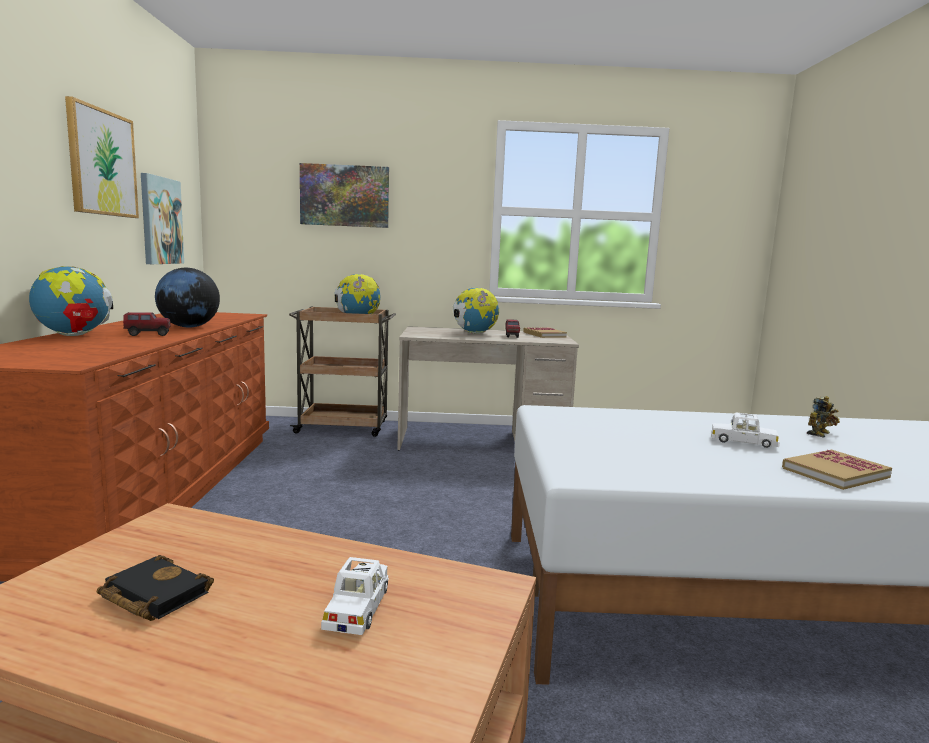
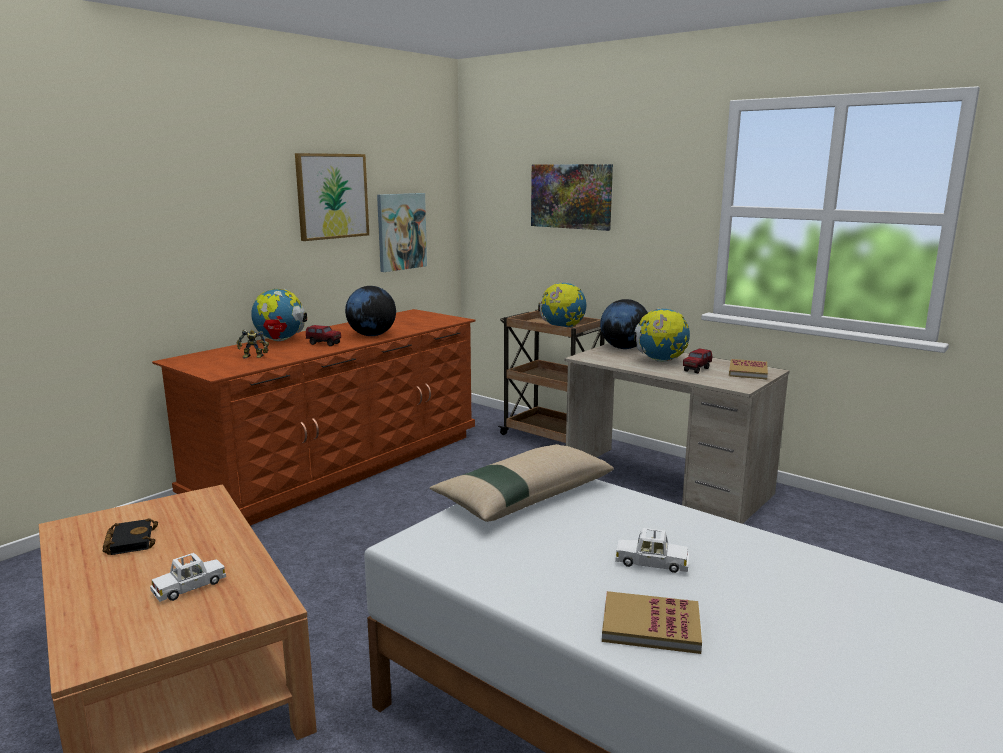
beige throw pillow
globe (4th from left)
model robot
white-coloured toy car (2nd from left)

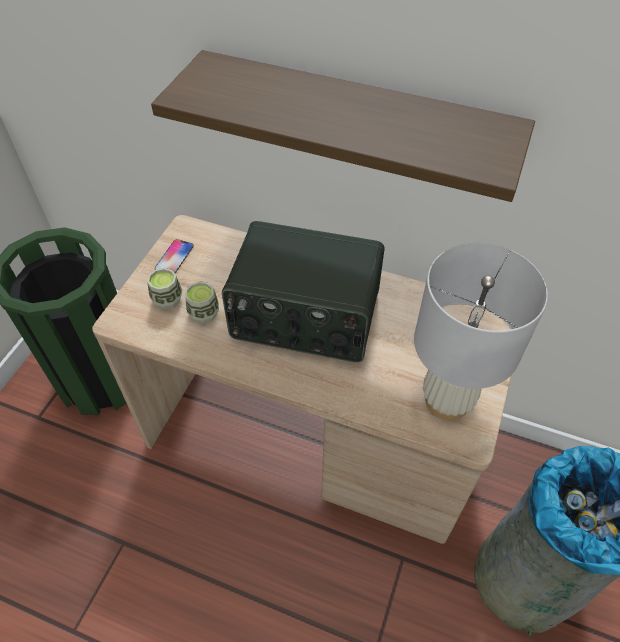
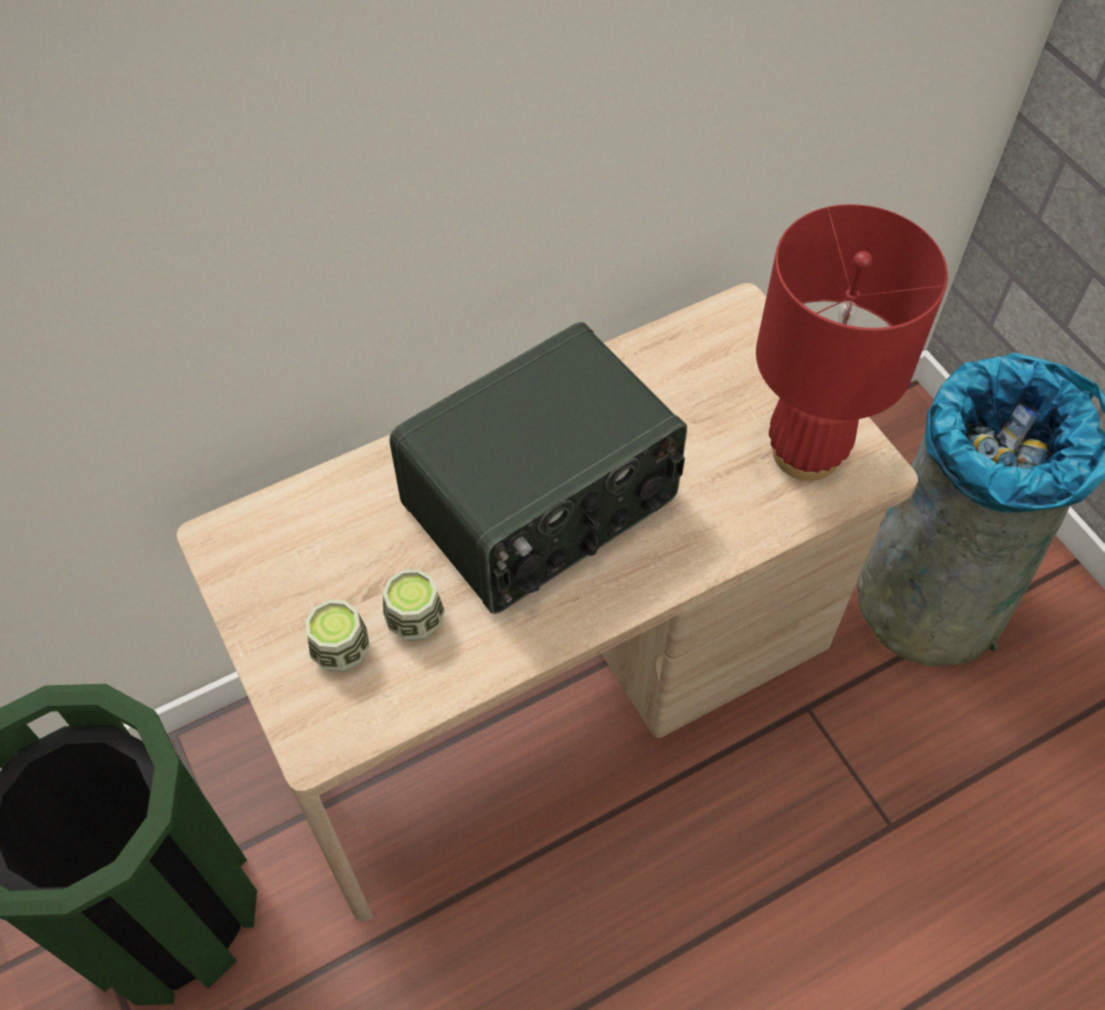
shelf
handset
reddish tabletop lamp

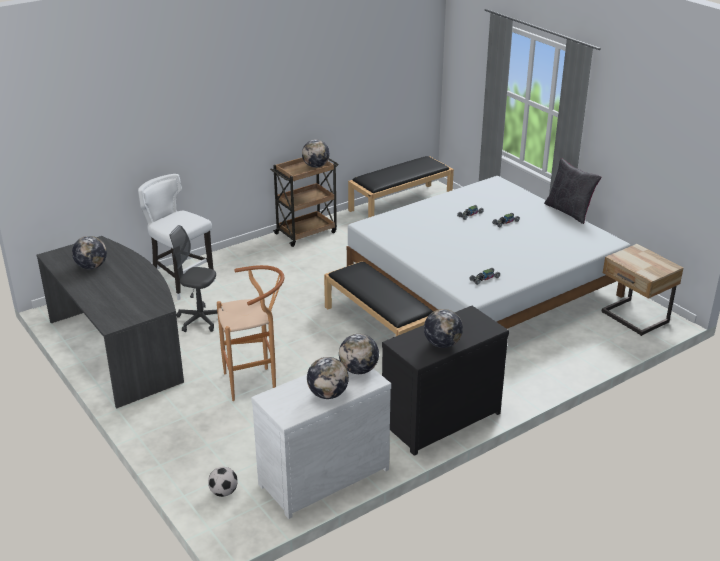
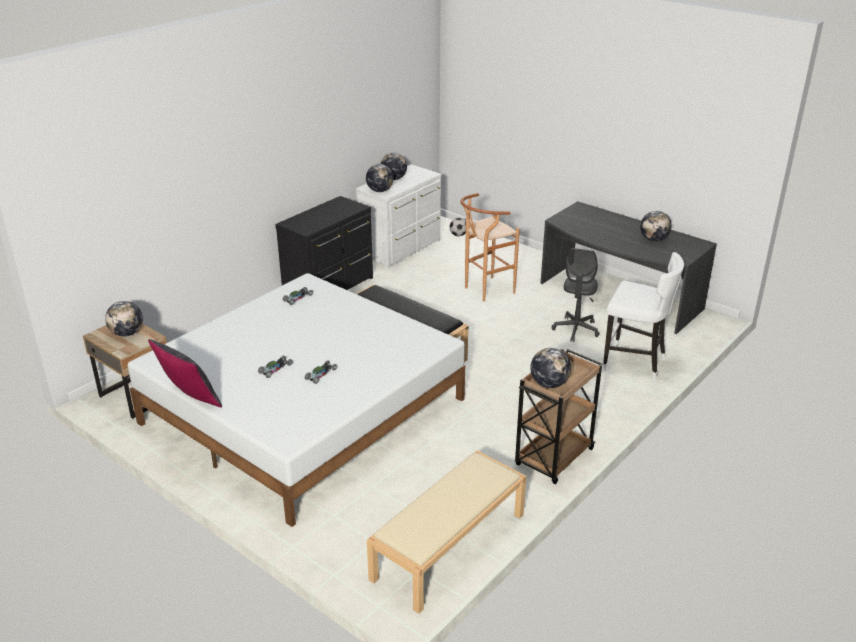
globe (1st from left)
beige indoor bench
greyish office chair

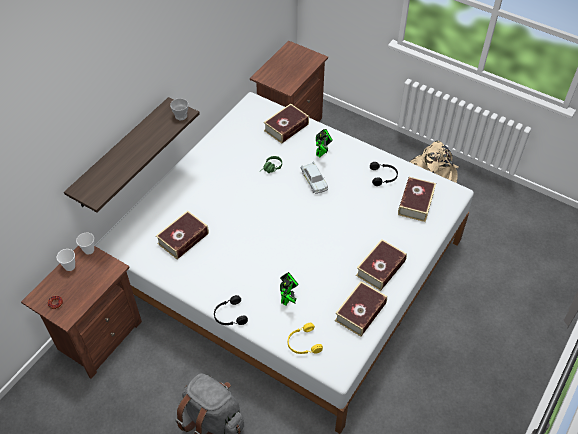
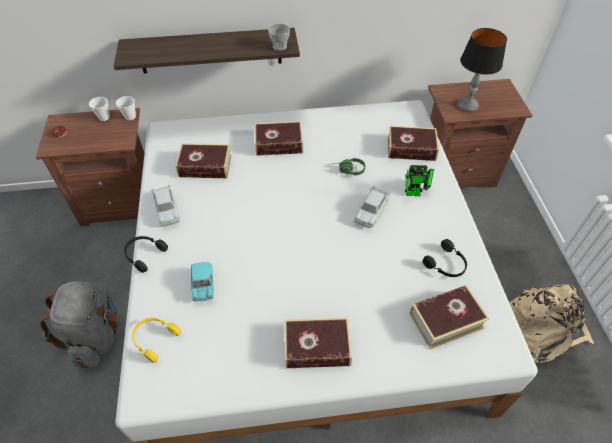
white-coloured toy car (1st from left)
tabletop lamp
bound book (2nd from left)
turquoise toy car

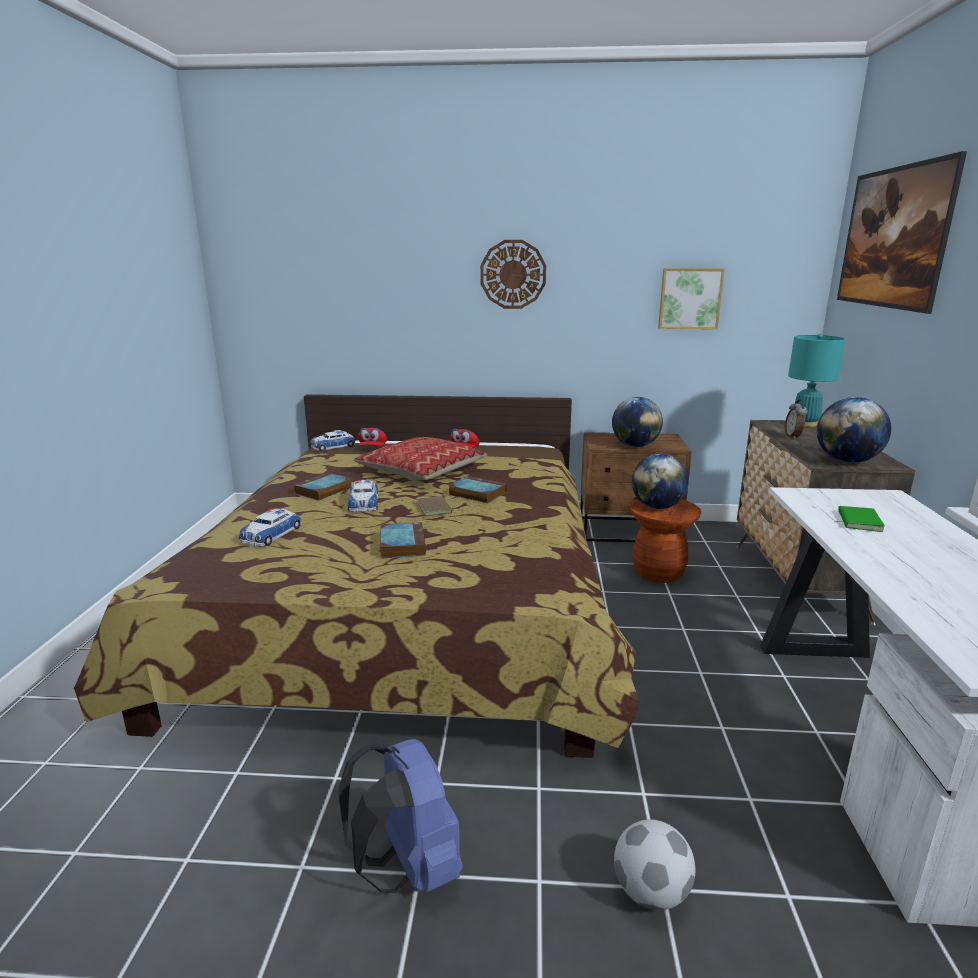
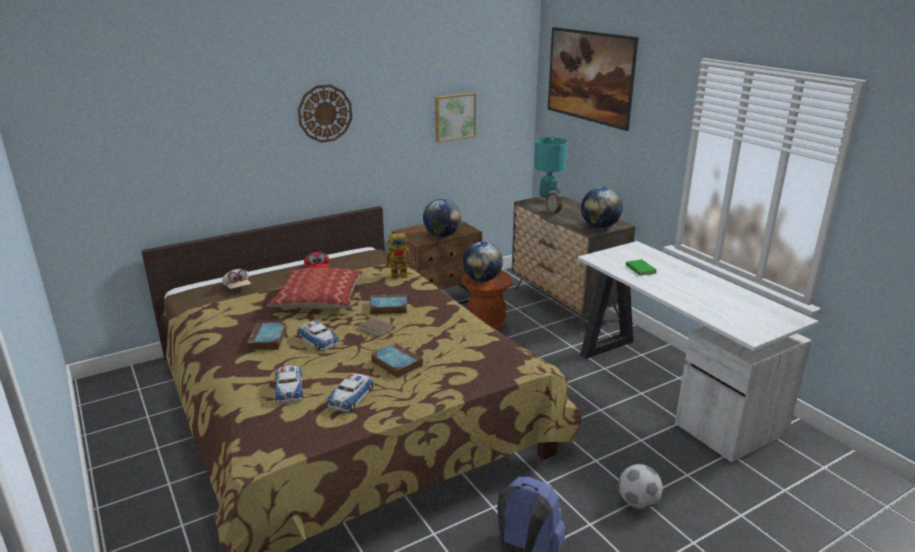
model robot
toy car (3rd from left)
beige peaked cap

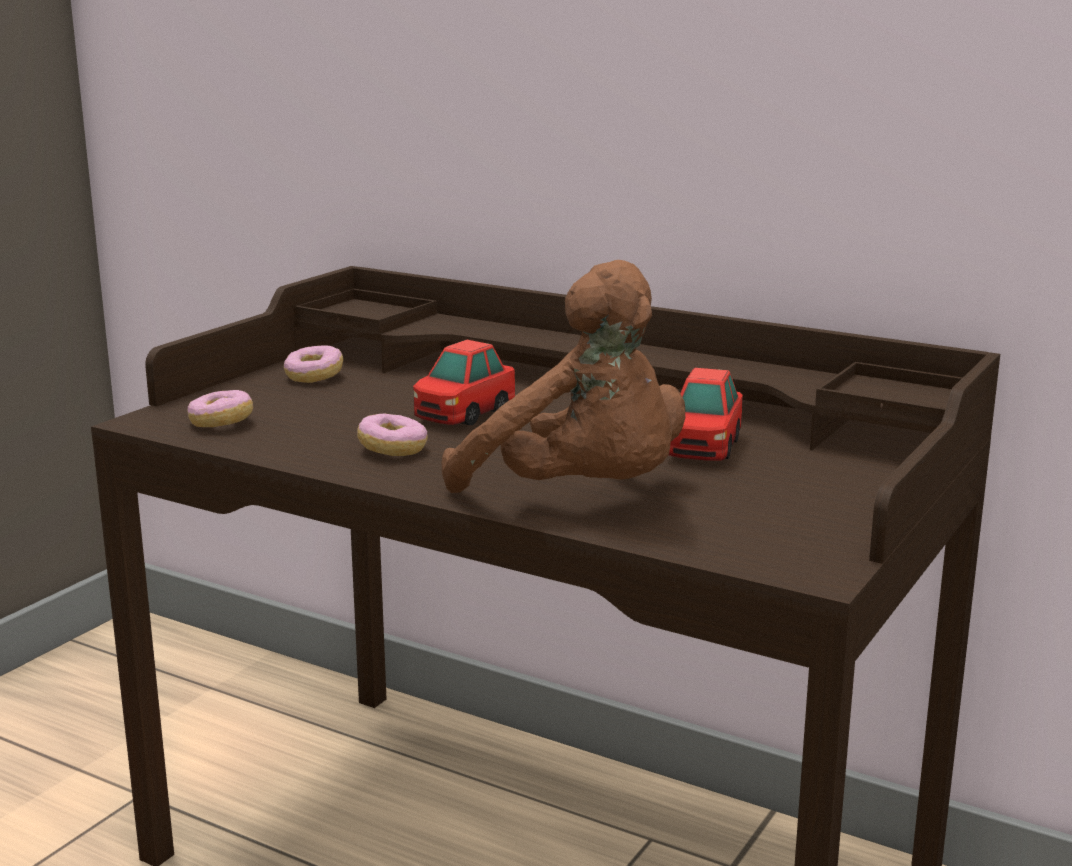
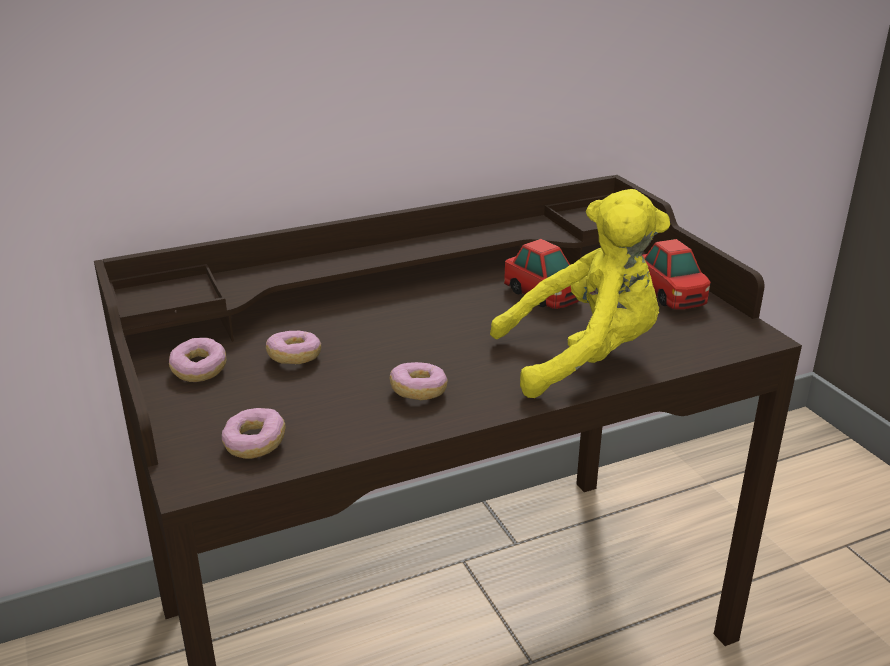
ring doughnut (3rd from left)
toy car (2nd from left)
yellowish cuddly toy

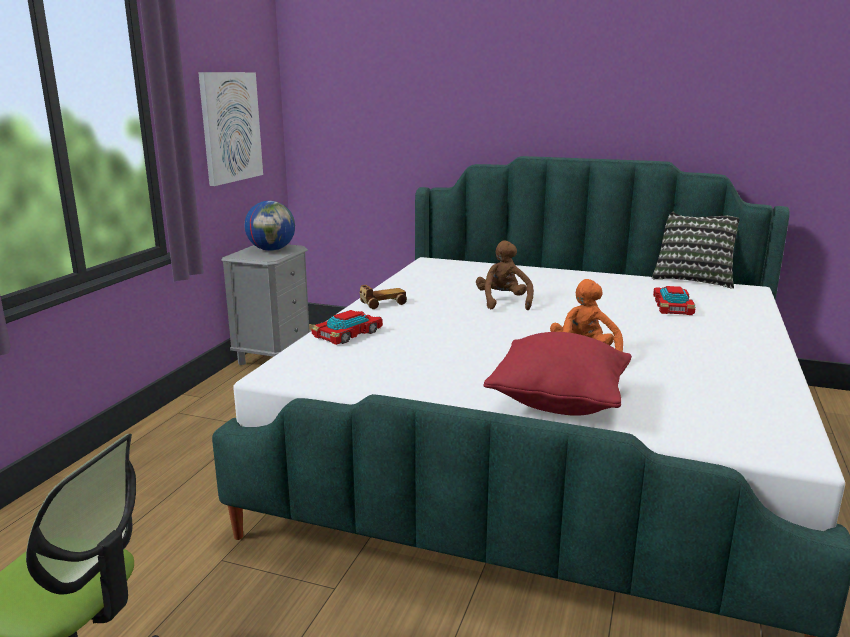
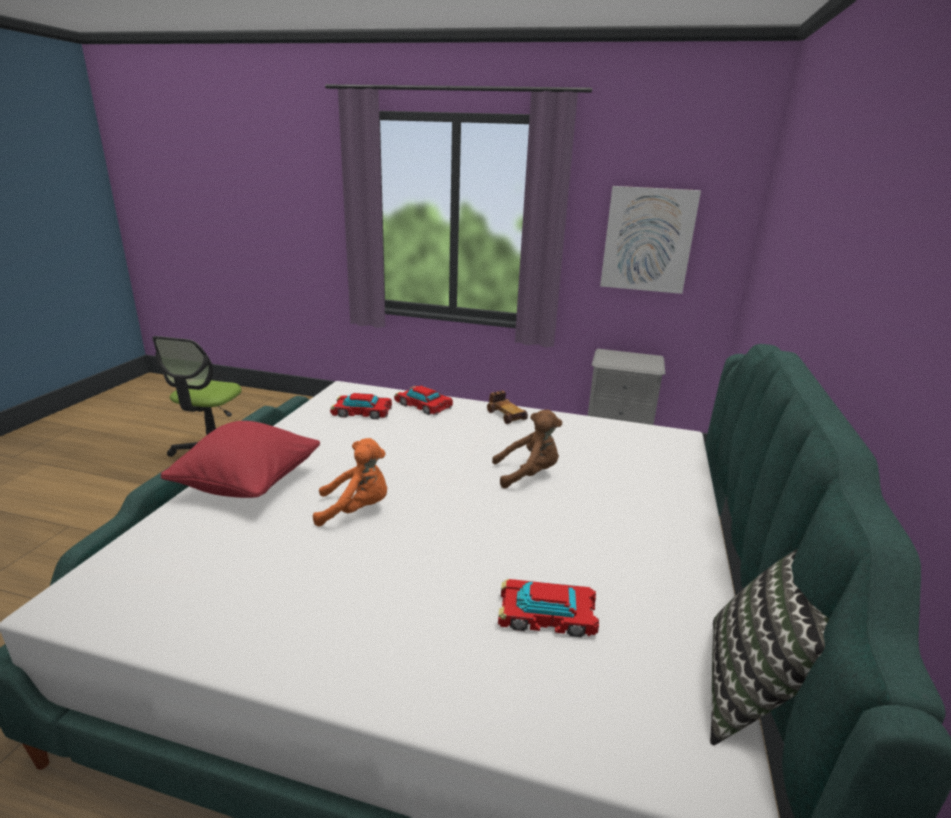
globe
toy car (1st from left)

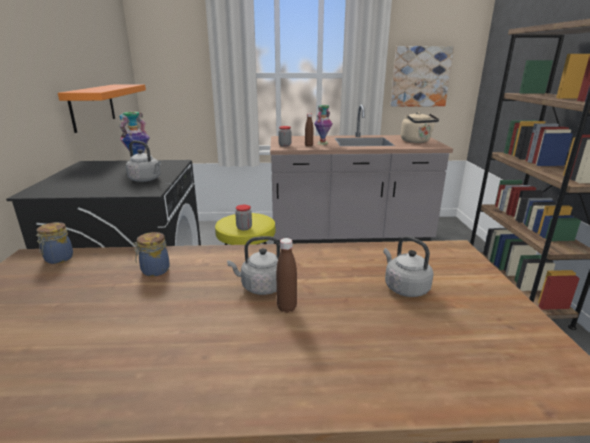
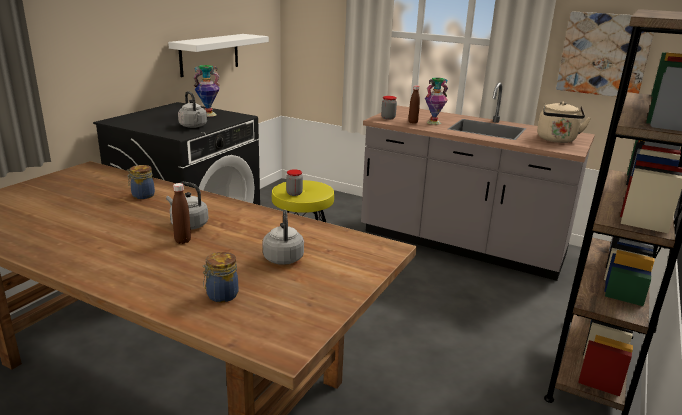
jar (2nd from left)
white-coloured shelf

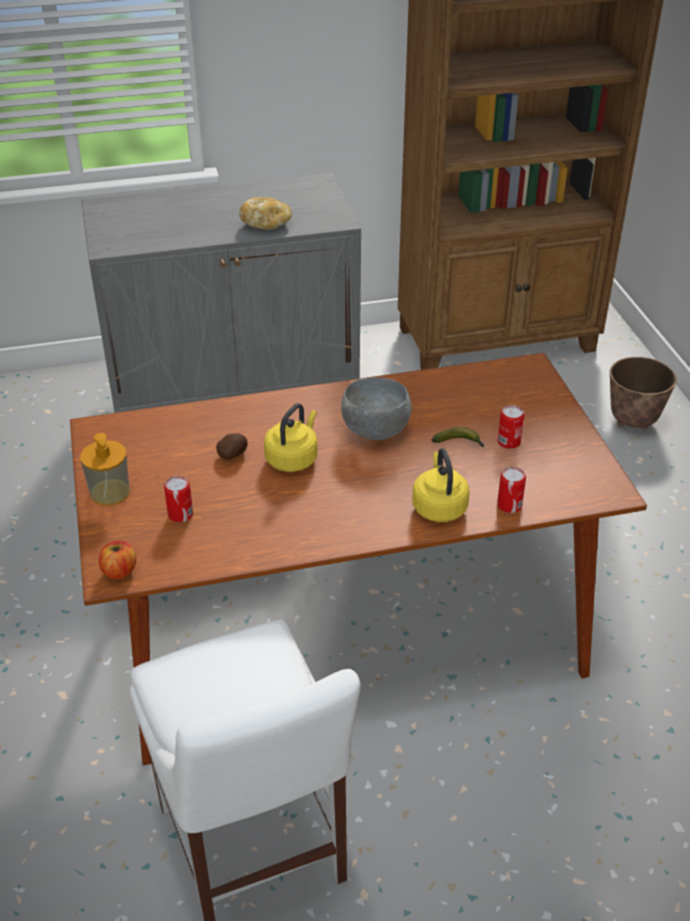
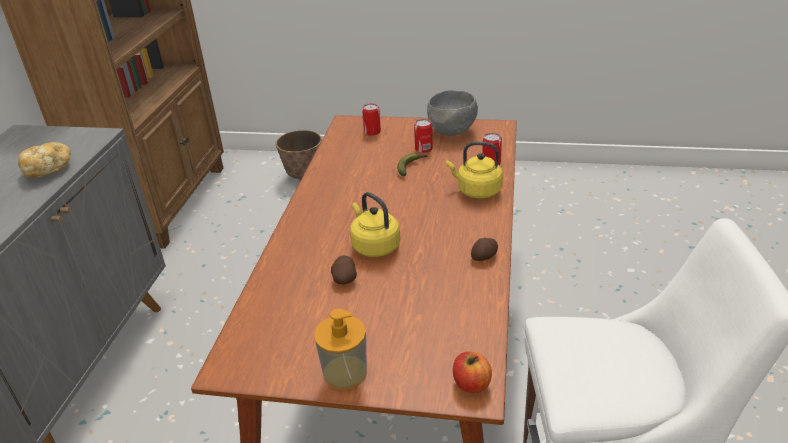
potato (2nd from left)
can (1st from left)
greyish serving bowl

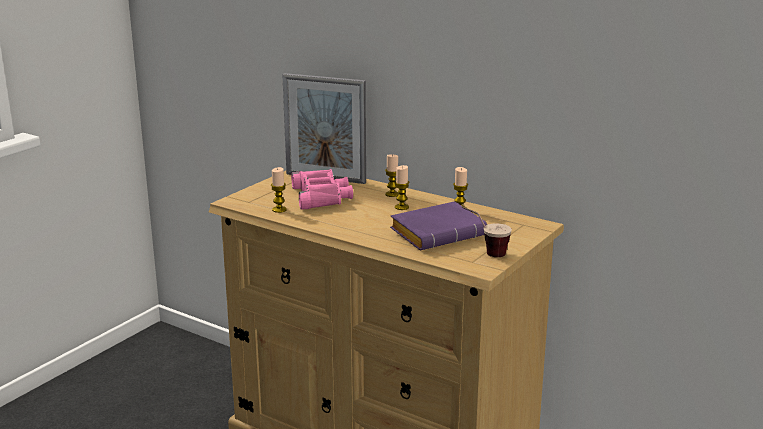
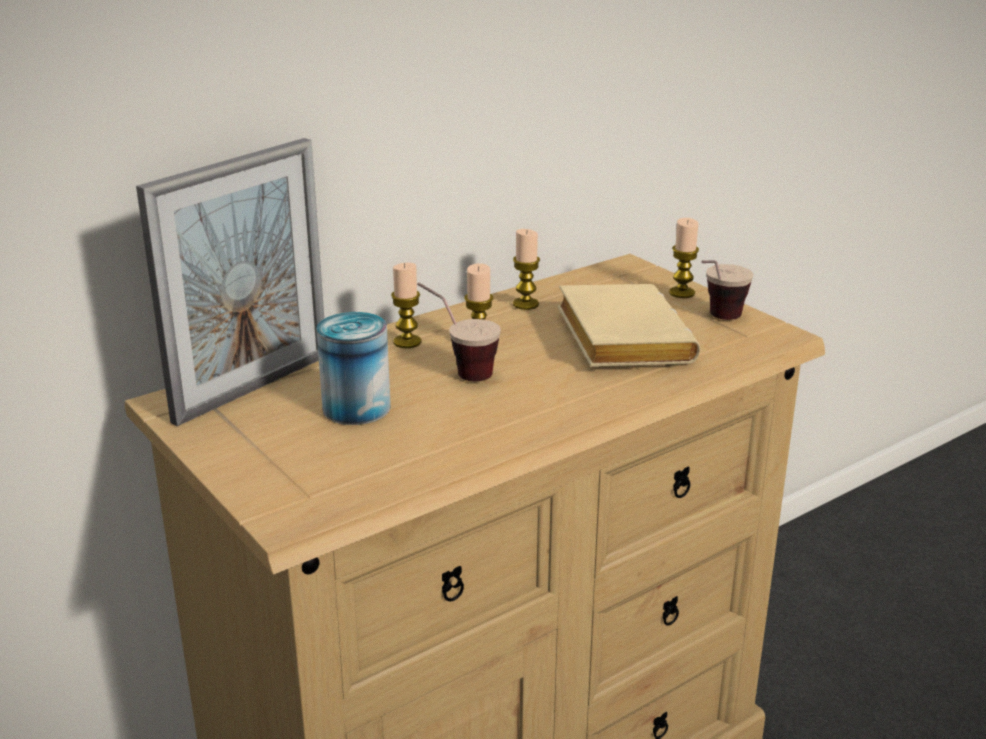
cup (1st from left)
wax candle (4th from left)
can
beige bound book

